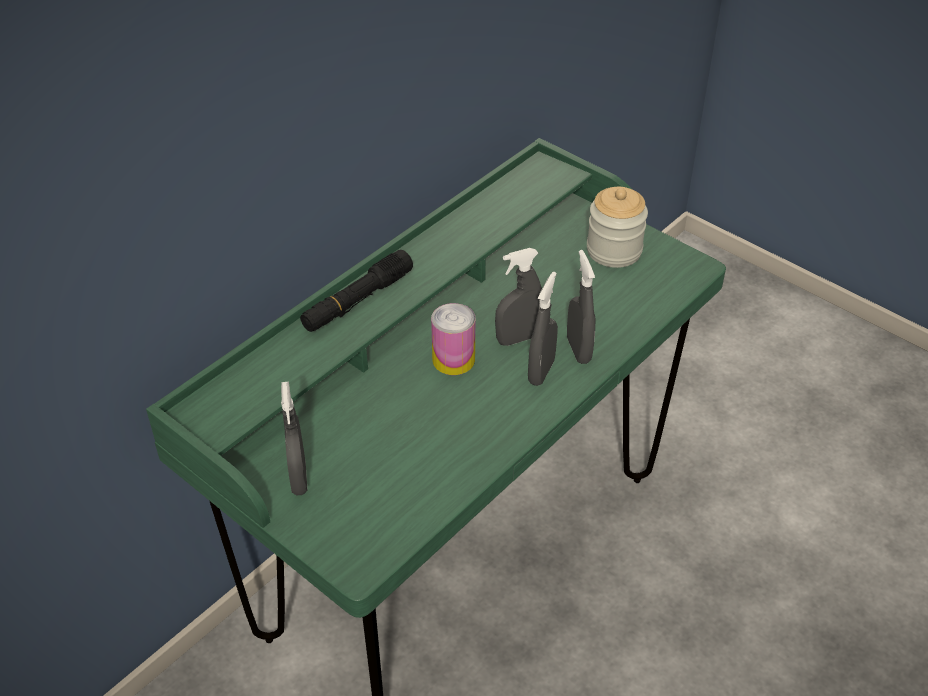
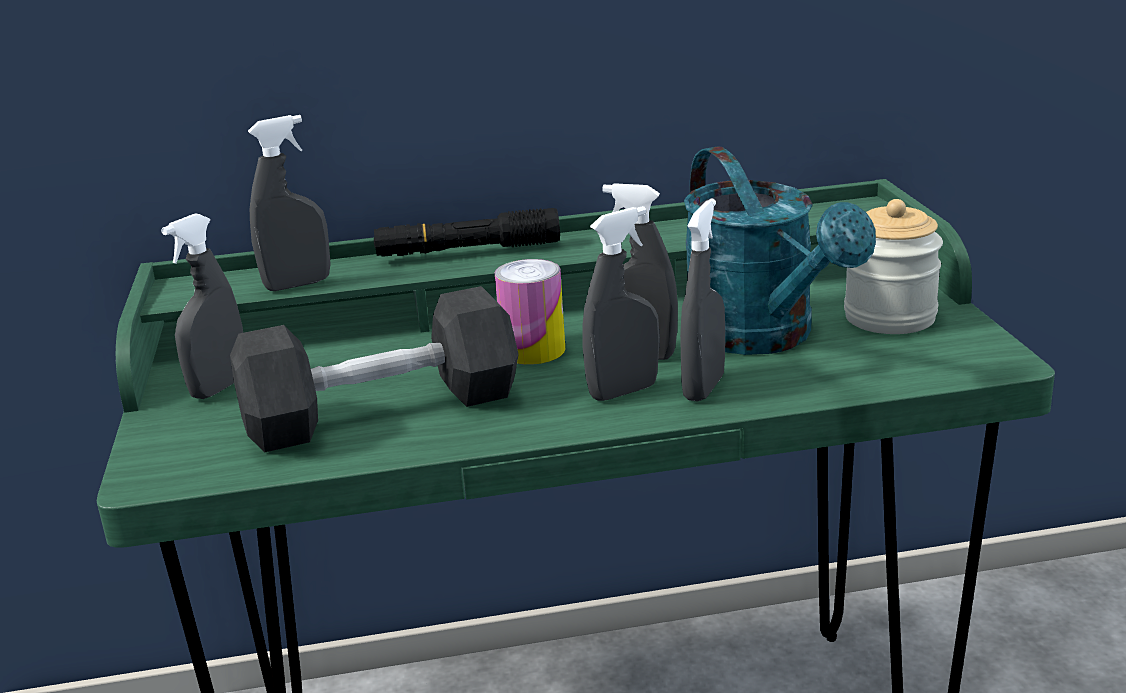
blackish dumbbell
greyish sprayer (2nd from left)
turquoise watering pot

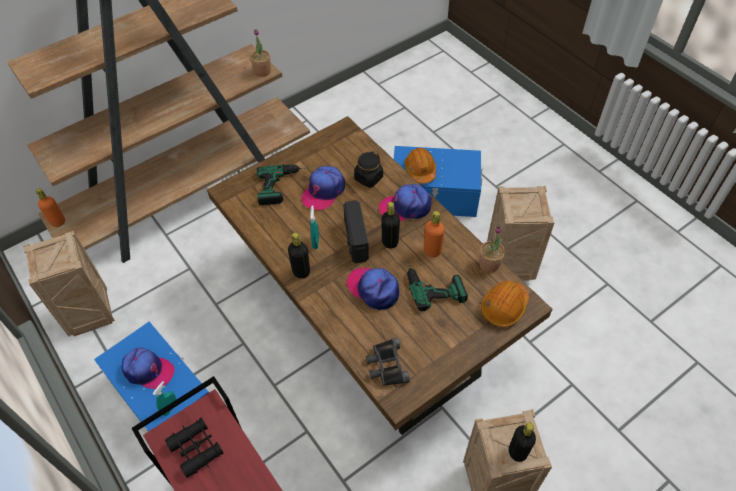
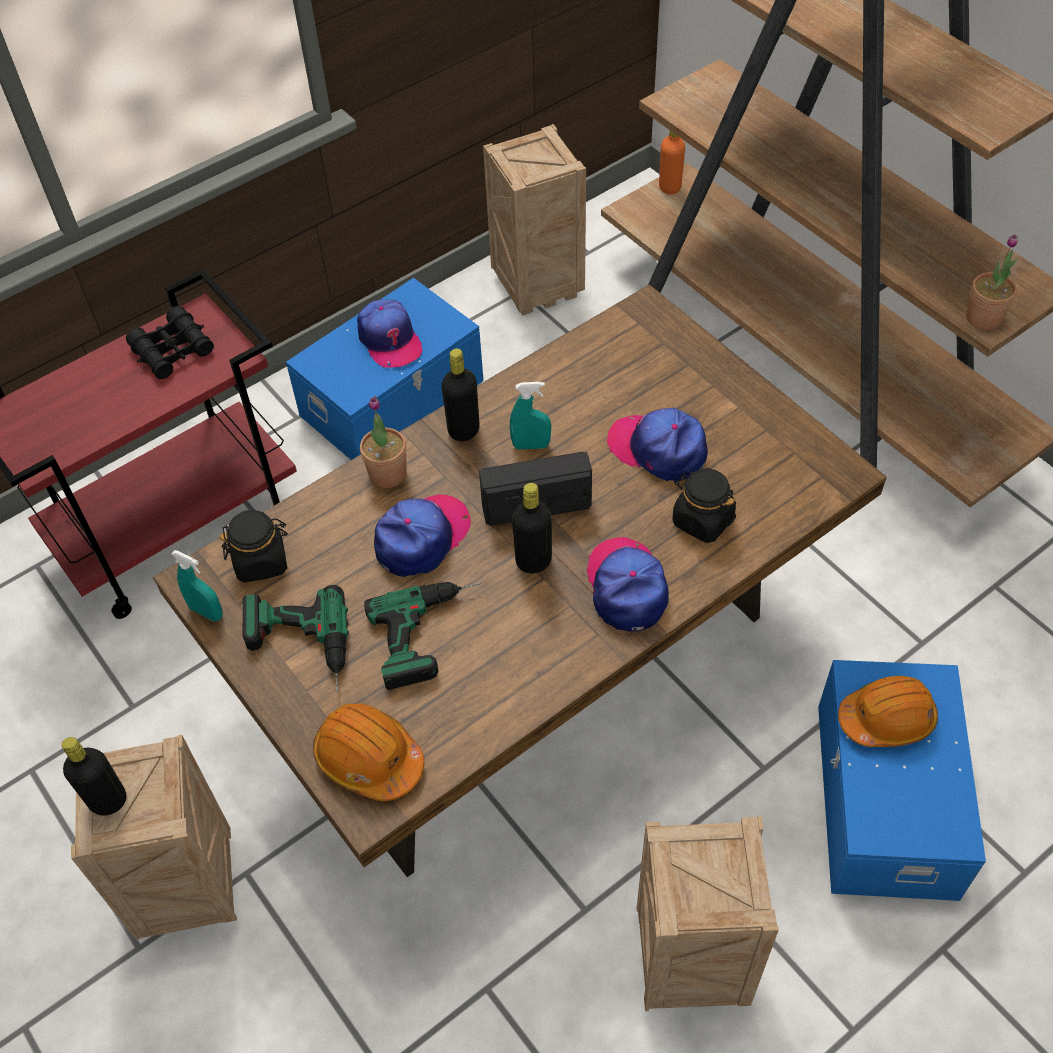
orangey beverage bottle (2nd from left in the first image)
turquoise sprayer (1st from left)
electric drill (1st from left)
potted plant (1st from left)
blackish jar (1st from left)
peaked cap (1st from left)

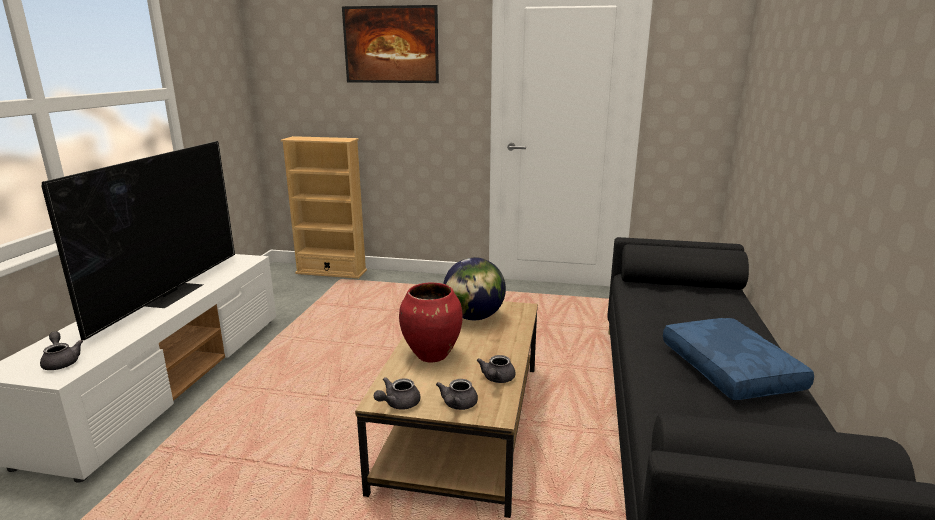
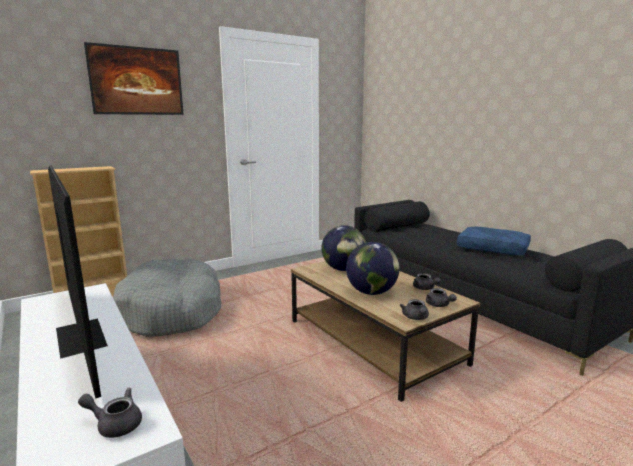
greyish dog bed
globe (2nd from left)

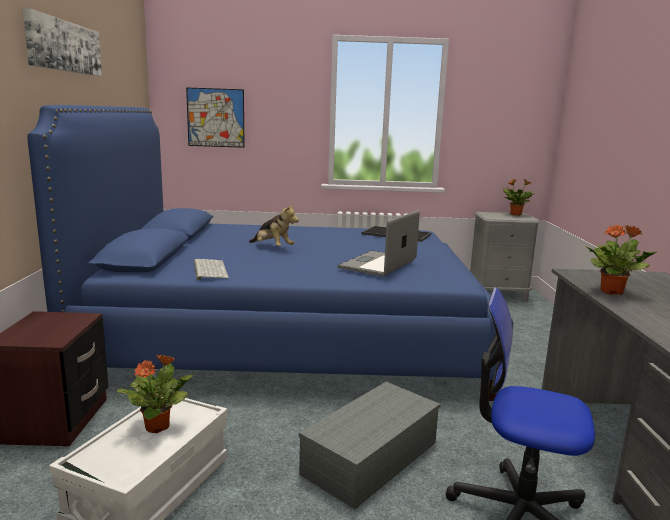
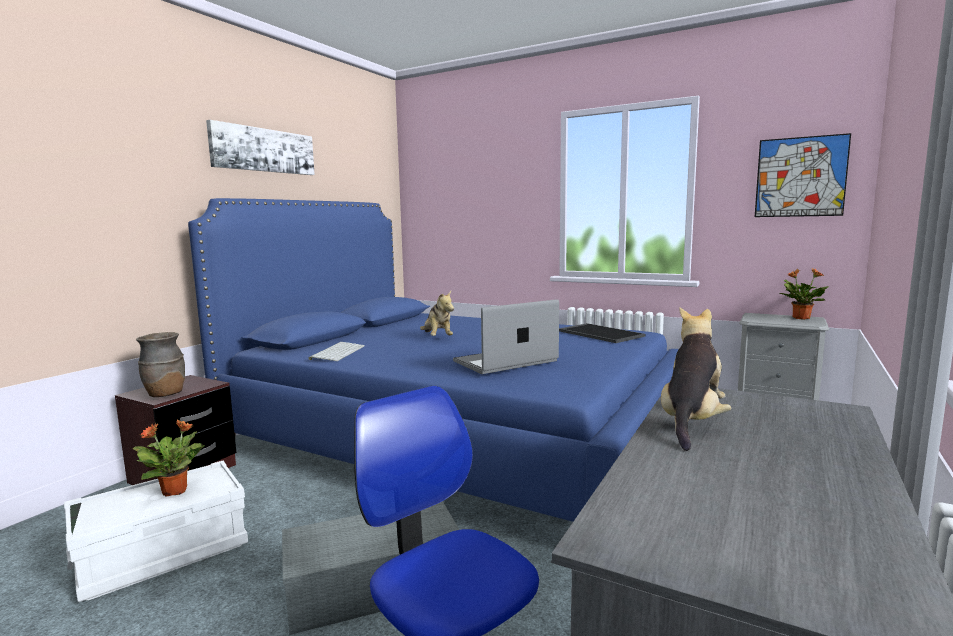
brown-coloured flower vase
picture (2nd from left)
cuddly toy (2nd from left)

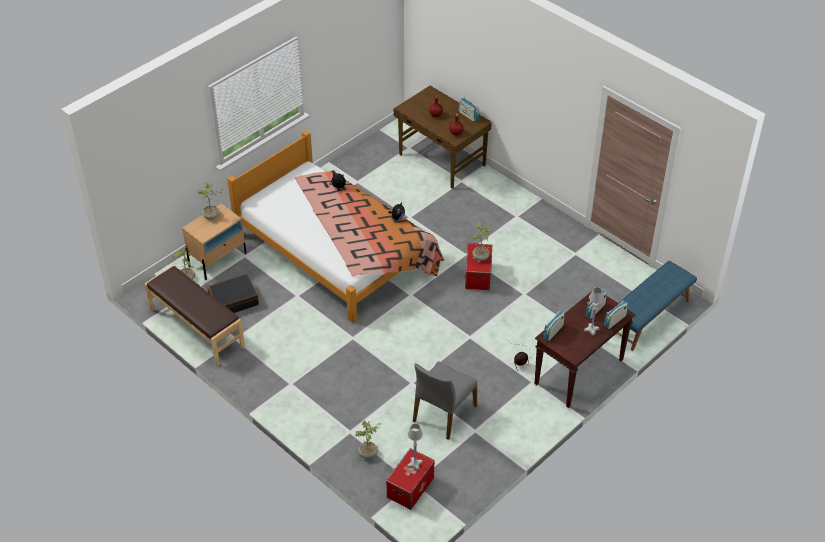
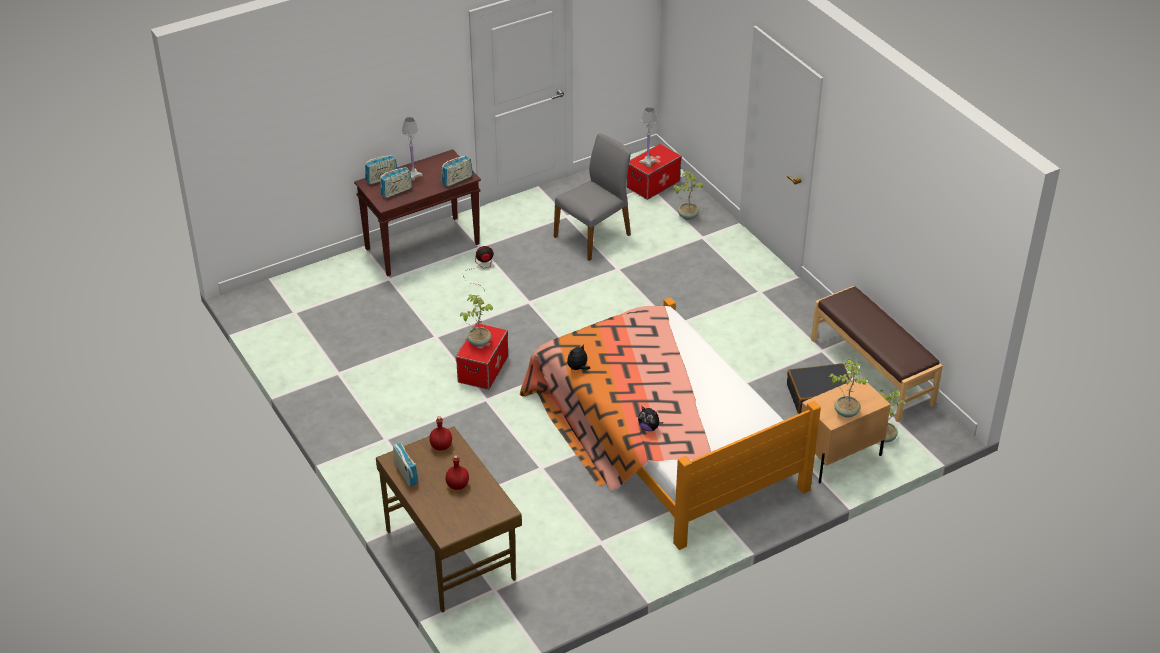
blue indoor bench

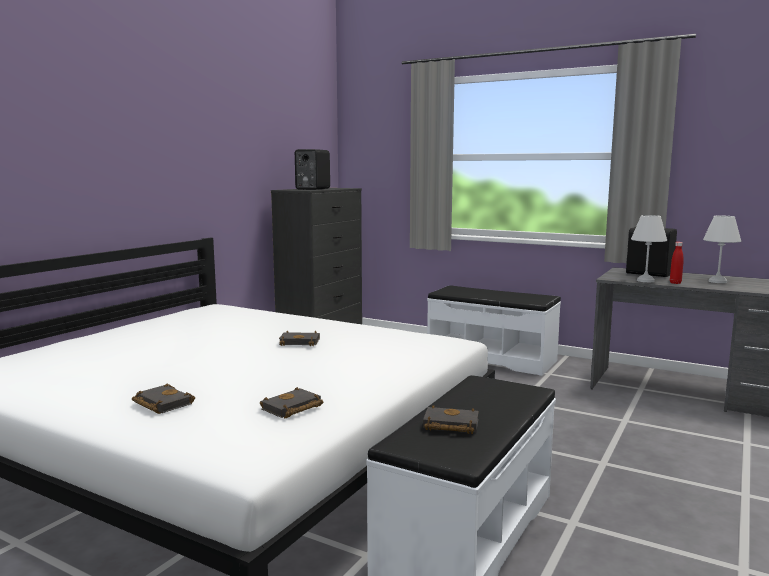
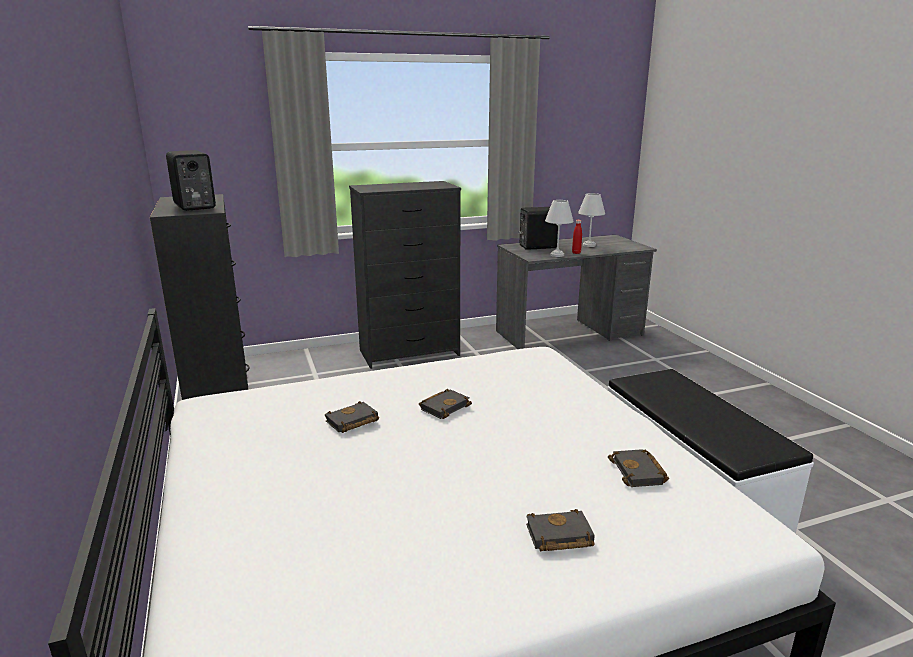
blackish bound book (1st from left)
blackish chest of drawers (2nd from left)

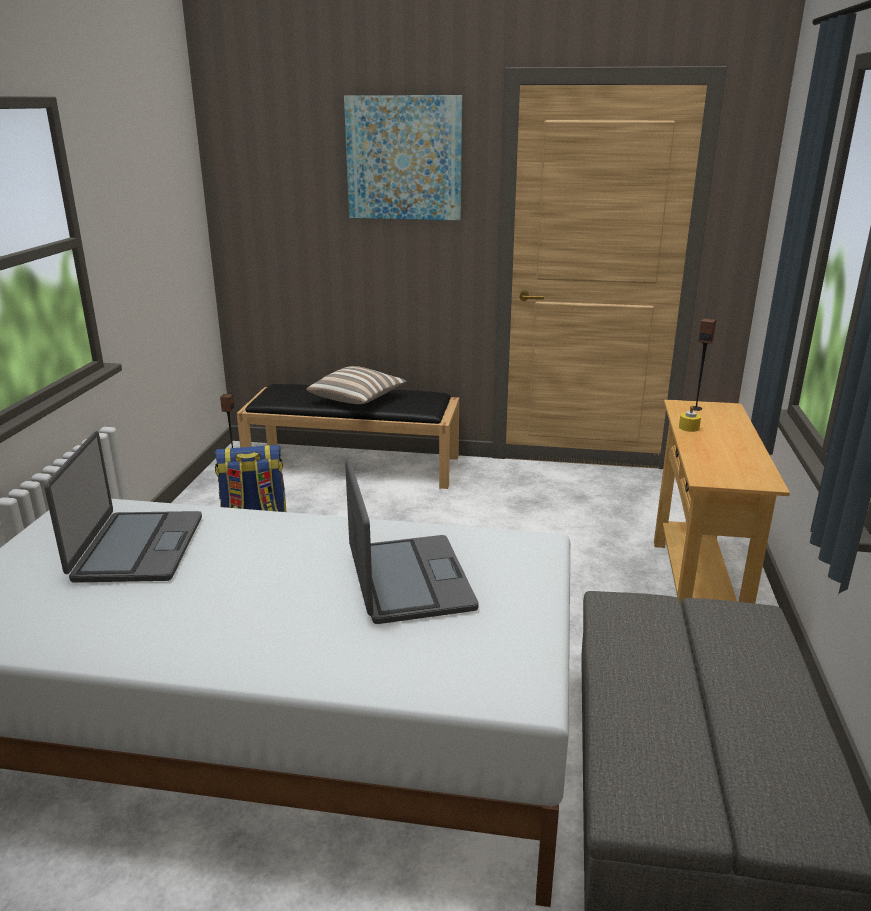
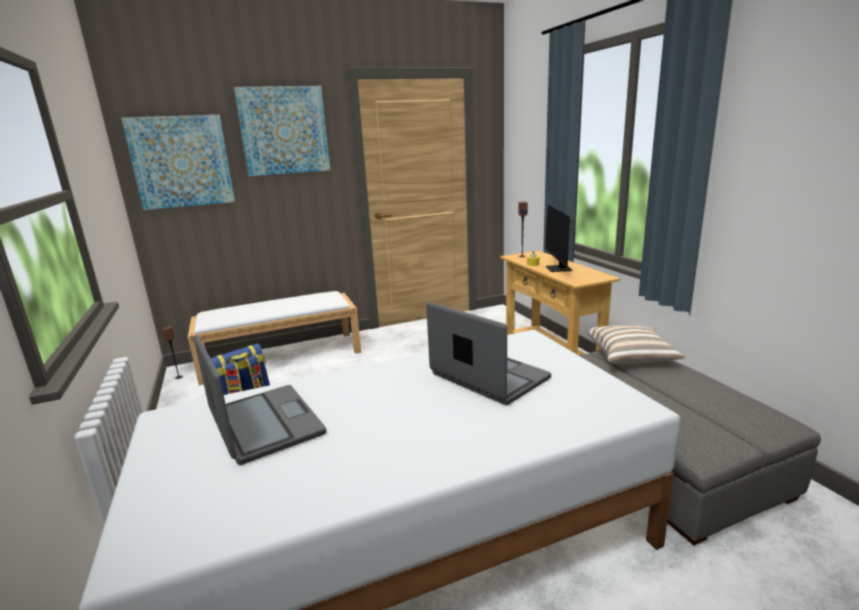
picture (1st from left)
computer display
throw pillow
white-coloured indoor bench

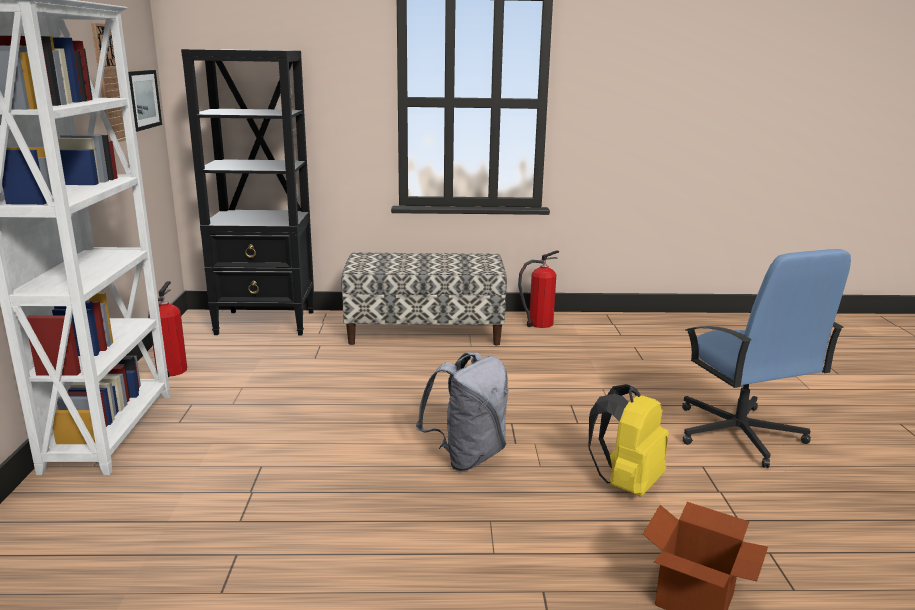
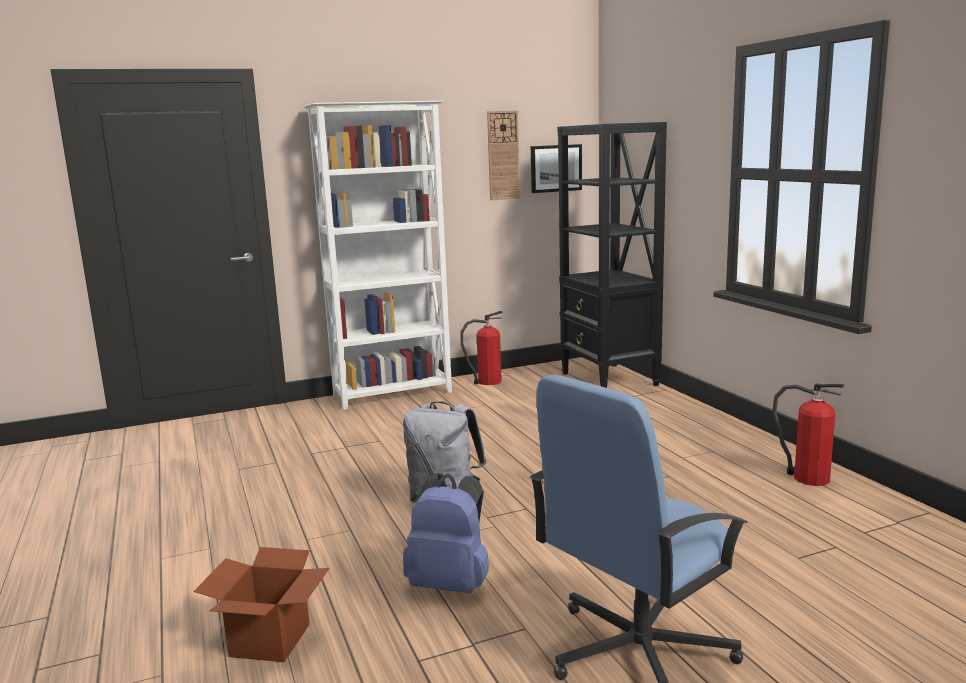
indoor bench
blue rucksack

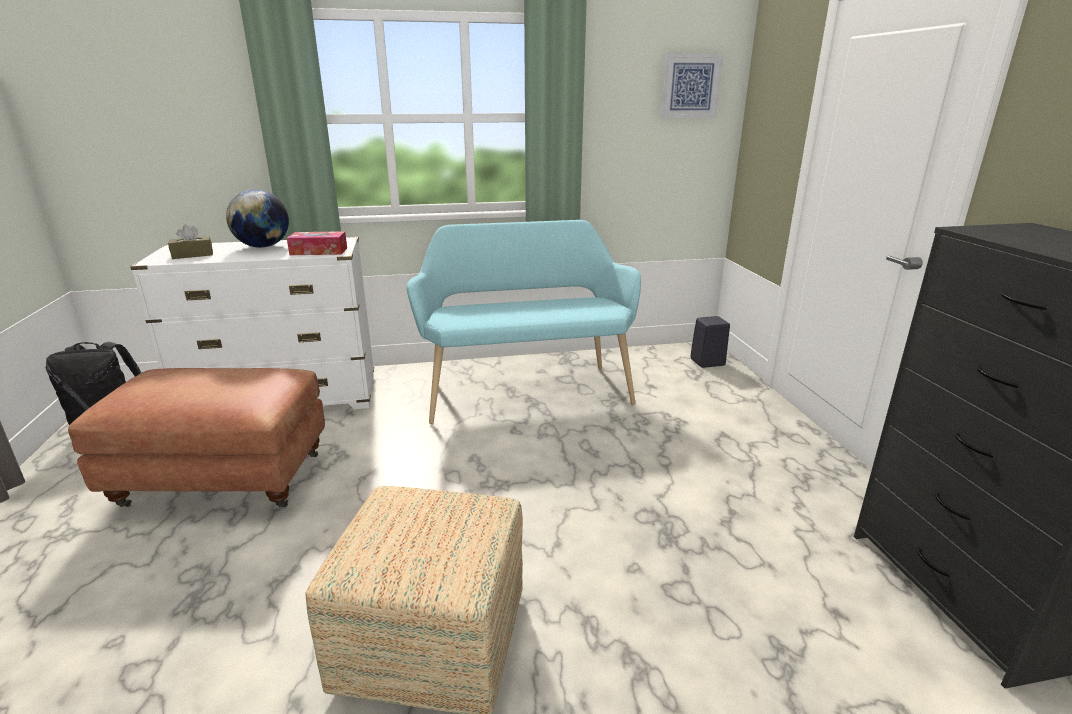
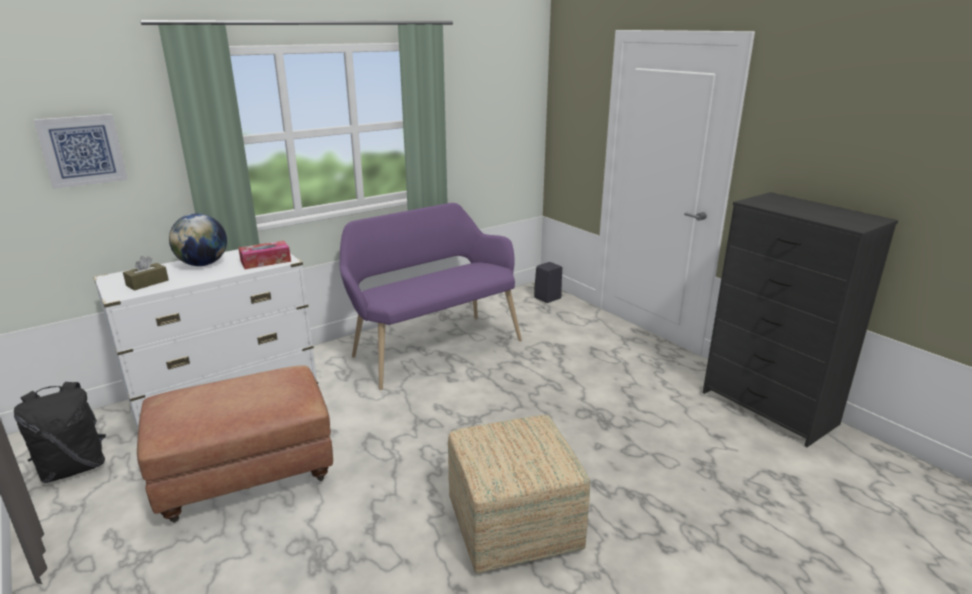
picture
purple indoor bench

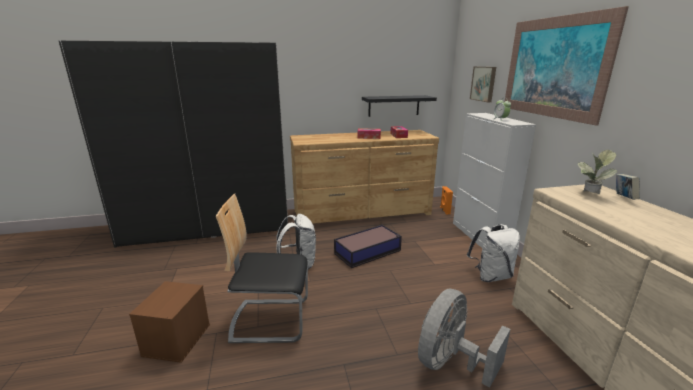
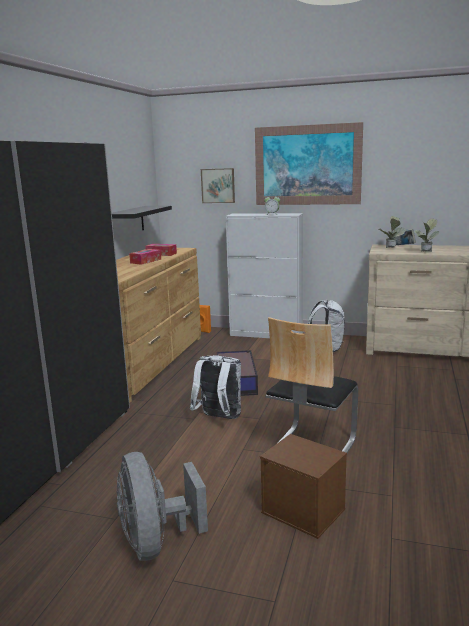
potted plant (2nd from left)
greyish electric fan

